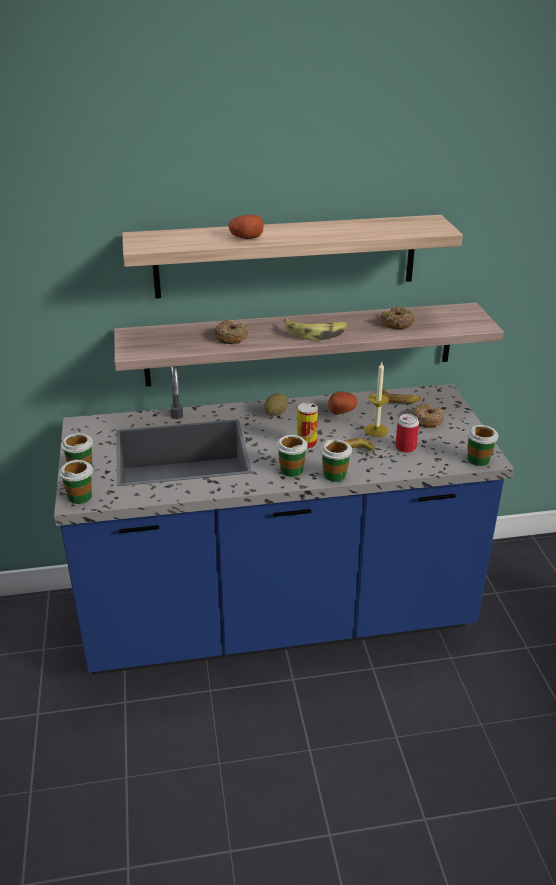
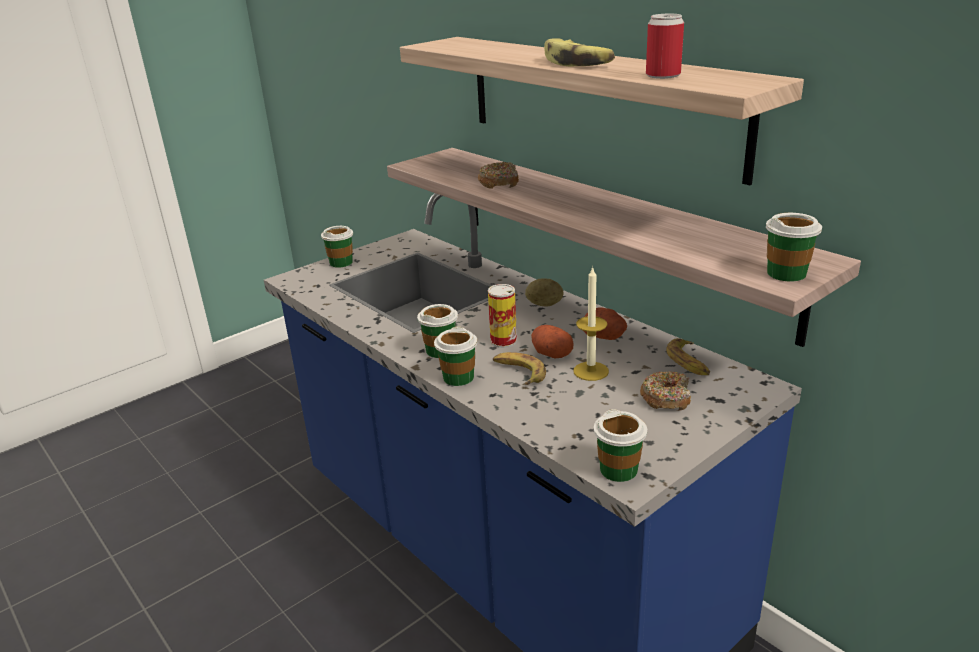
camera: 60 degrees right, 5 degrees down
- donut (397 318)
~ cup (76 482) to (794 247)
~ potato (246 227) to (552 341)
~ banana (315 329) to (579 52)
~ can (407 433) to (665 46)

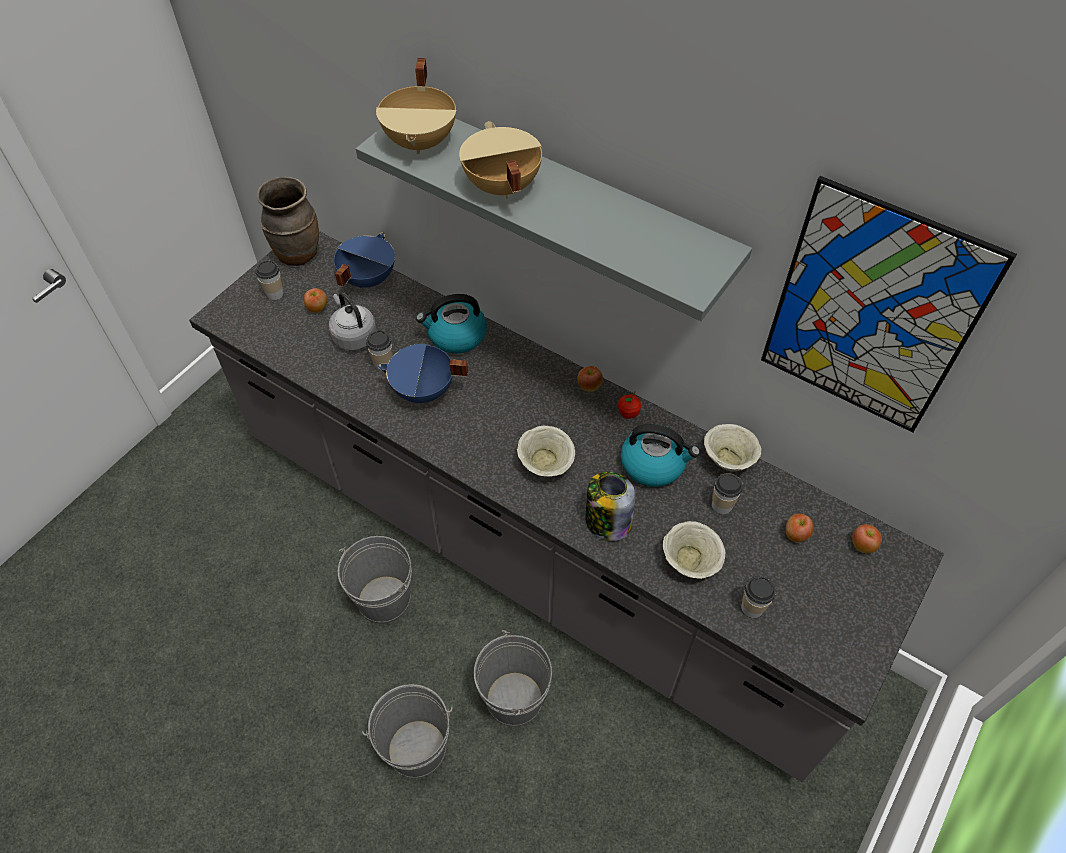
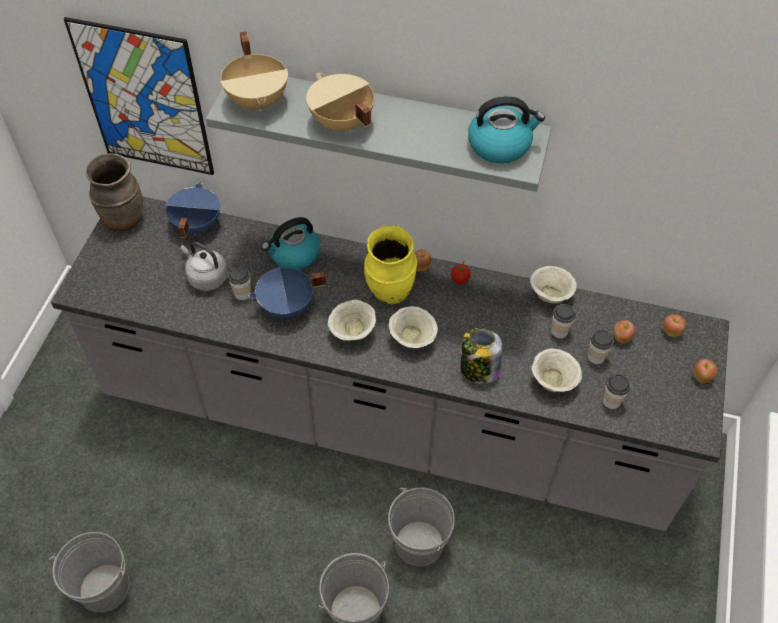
camera: 20 degrees left, 0 degrees up
+ bowl (beige) (352 320)
+ vase (yellow) (390 265)
~ cup (269 280) to (601 347)
~ apple (315 300) to (705 371)
~ bucket (grey) (375 580) to (89 572)
~ kettle (660 455) to (506 129)
~ picture (889 304) to (139 96)

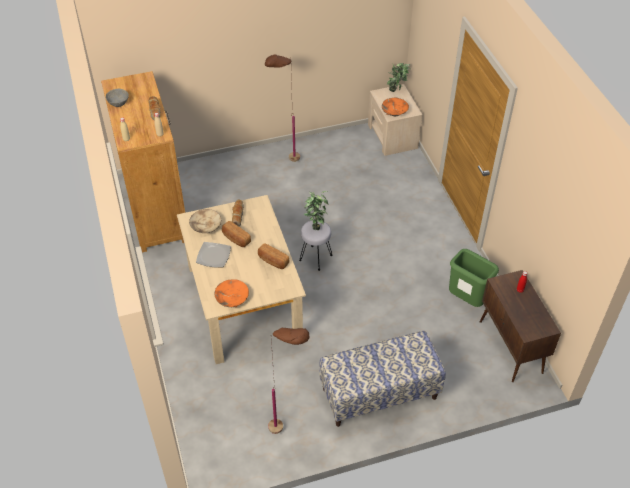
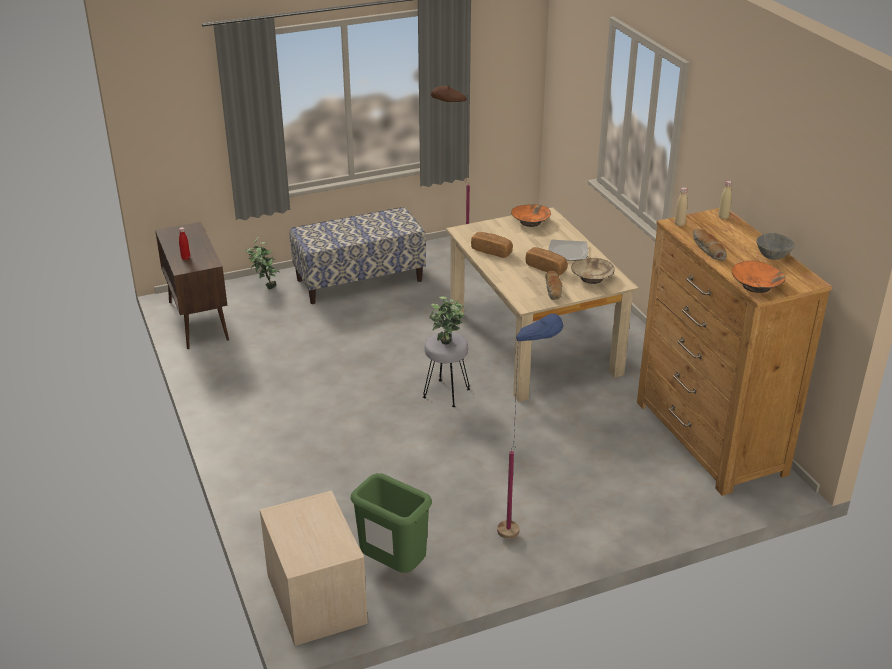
camera: 175 degrees right, 15 degrees down
~ bowl (orange) (395 107) to (759 277)
~ potted plant (399 77) to (263 262)
~ trash can (green) (474 278) to (391 522)
~ floor lamp (brown) (282 108) to floor lamp (blue) (530 426)

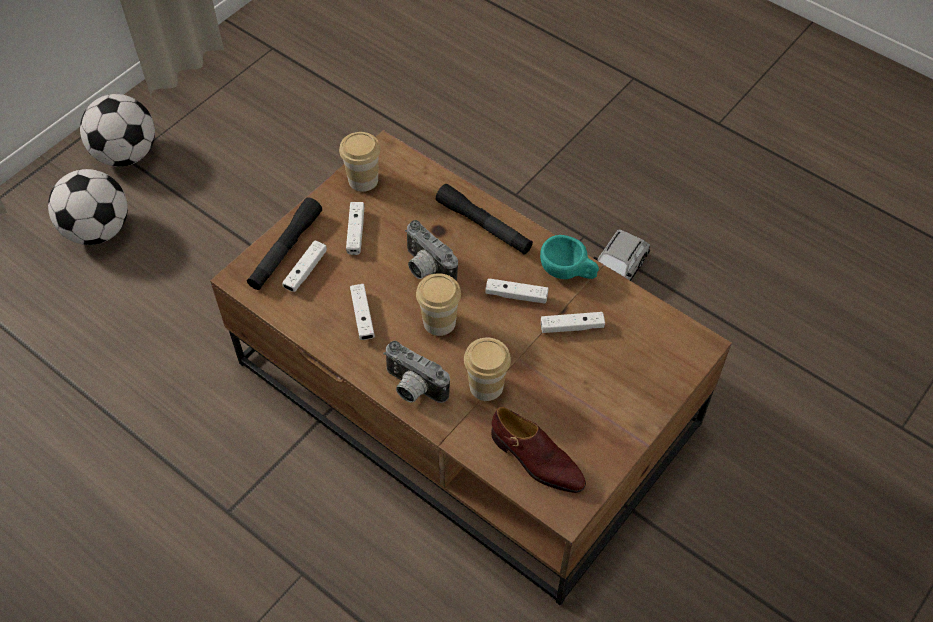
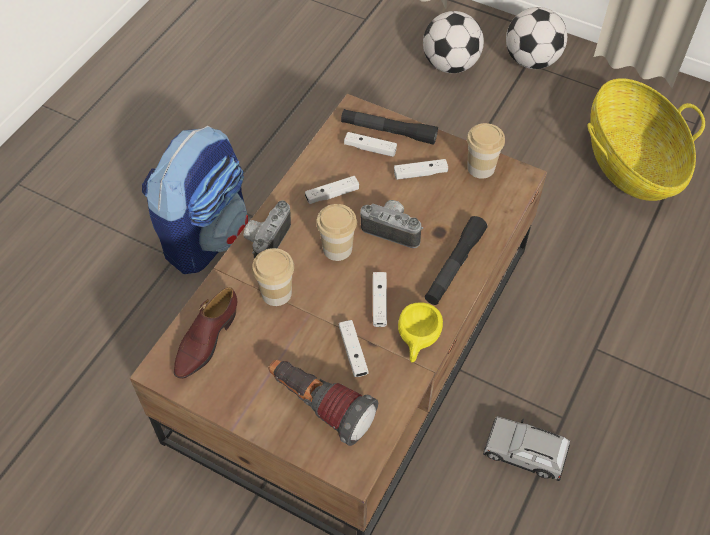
camera: 80 degrees right, 0 degrees up
+ backpack (195 200)
+ flashlight (323 402)
+ basket (646 139)
~ cup (turquoise) (569 257) to cup (yellow) (420 332)
~ photo camera (431 250) = (391 224) 75 degrees clockwise

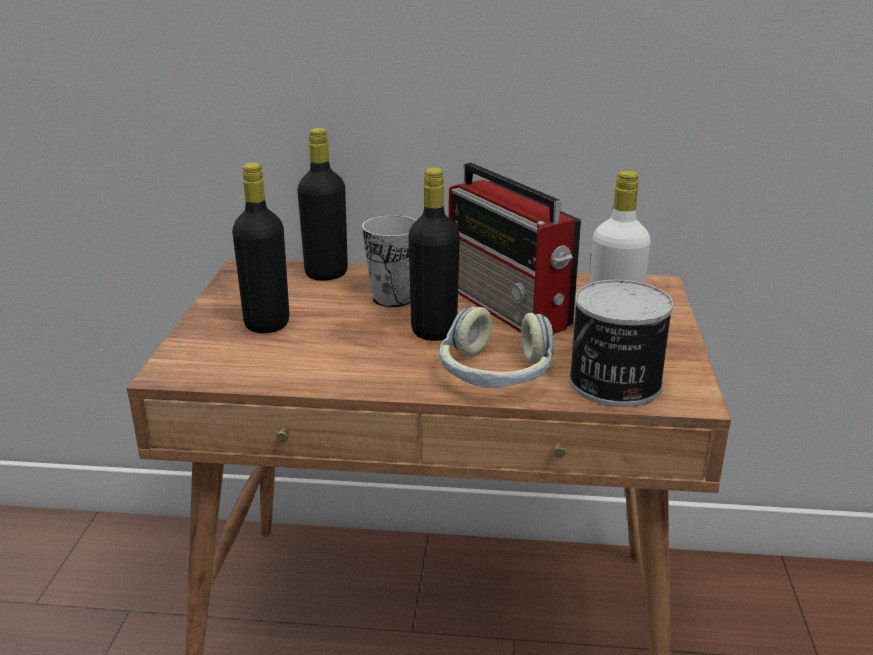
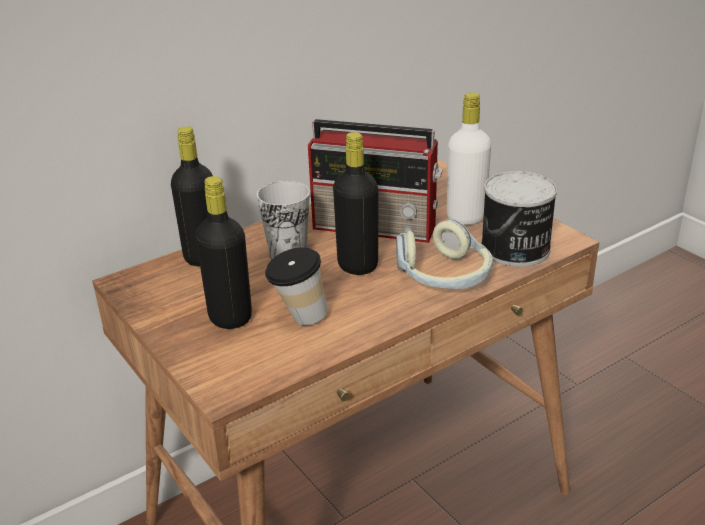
camera: 40 degrees left, 5 degrees up
+ cup (296 286)

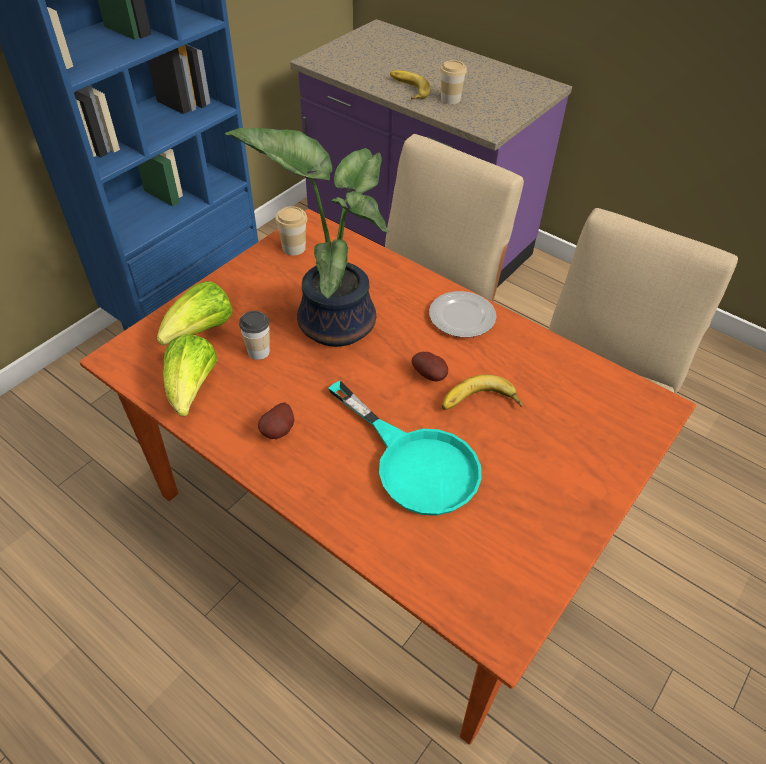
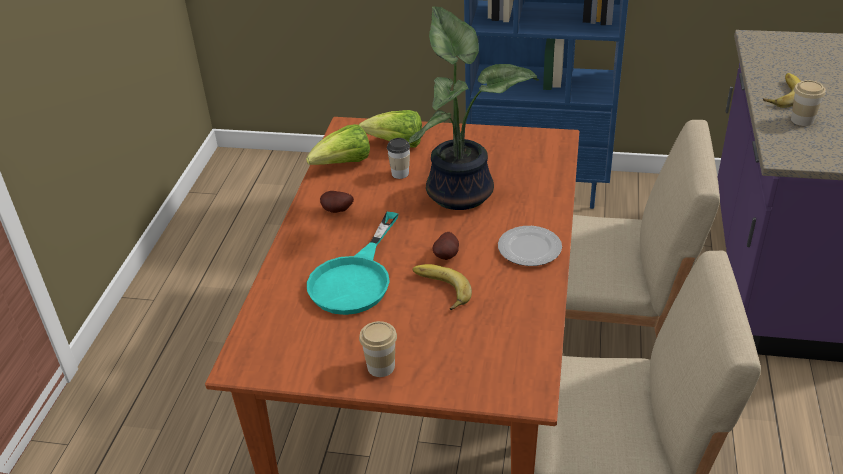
camera: 65 degrees right, 10 degrees down
~ cup (291 230) to (378 349)

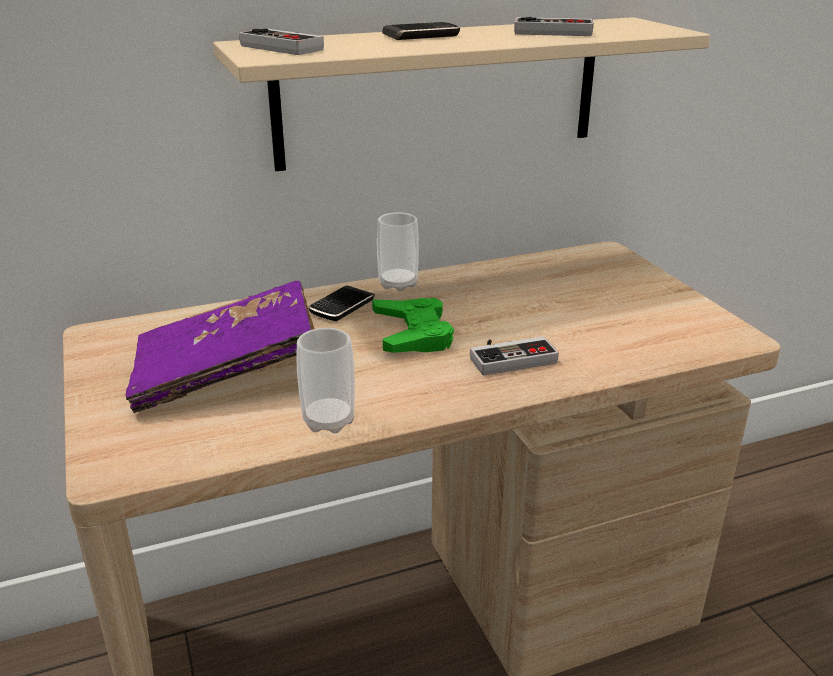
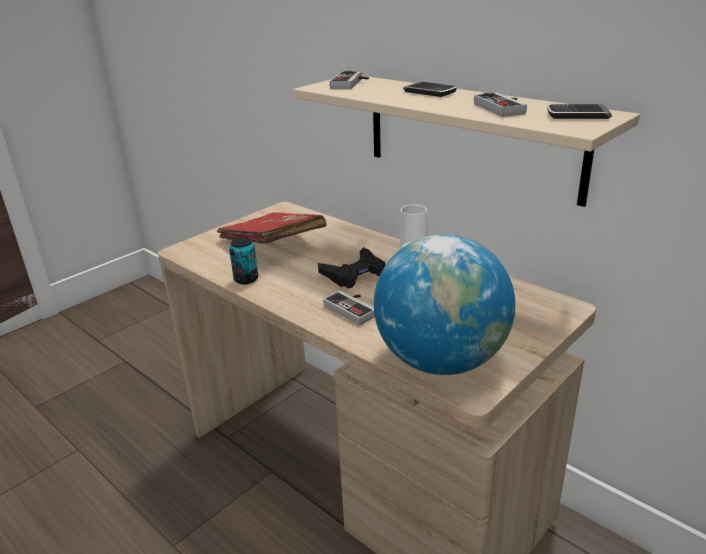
camera: 65 degrees right, 0 degrees up
+ globe (444 304)
~ phone (341 303) to (579 111)
~ cup (325 380) to can (243 260)
~ book (purple) (220 347) to book (red) (272 228)
~ game controller (green) (413 325) to game controller (black) (352 267)

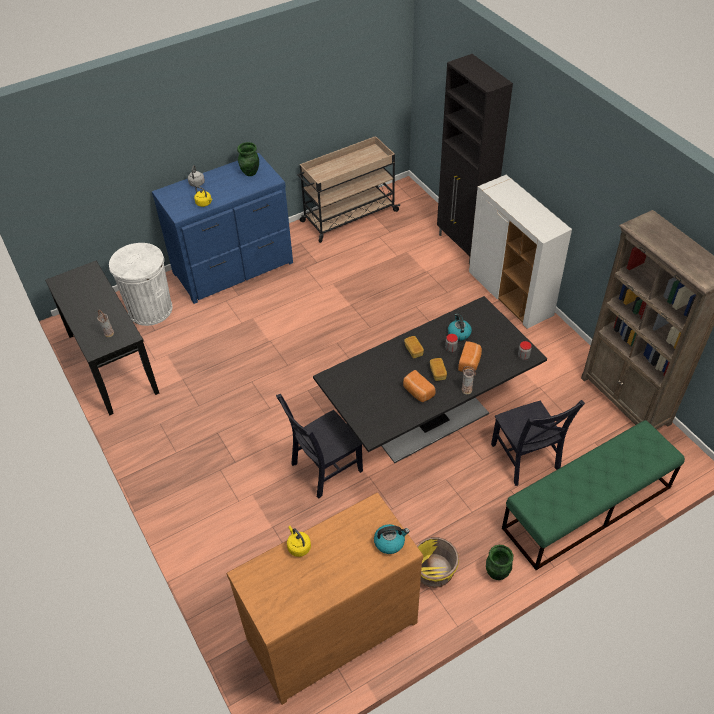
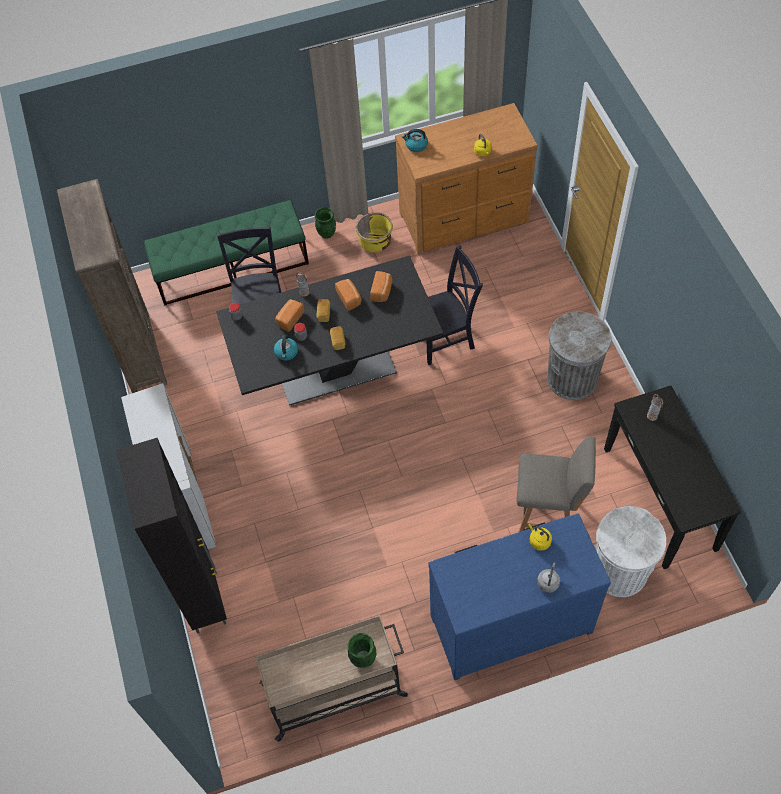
camera: 165 degrees left, 10 degrees up
+ bread (381 286)
+ stool (grey) (556 484)
+ trash can (grey) (579 355)
~ vase (green) (248 159) to (362 650)

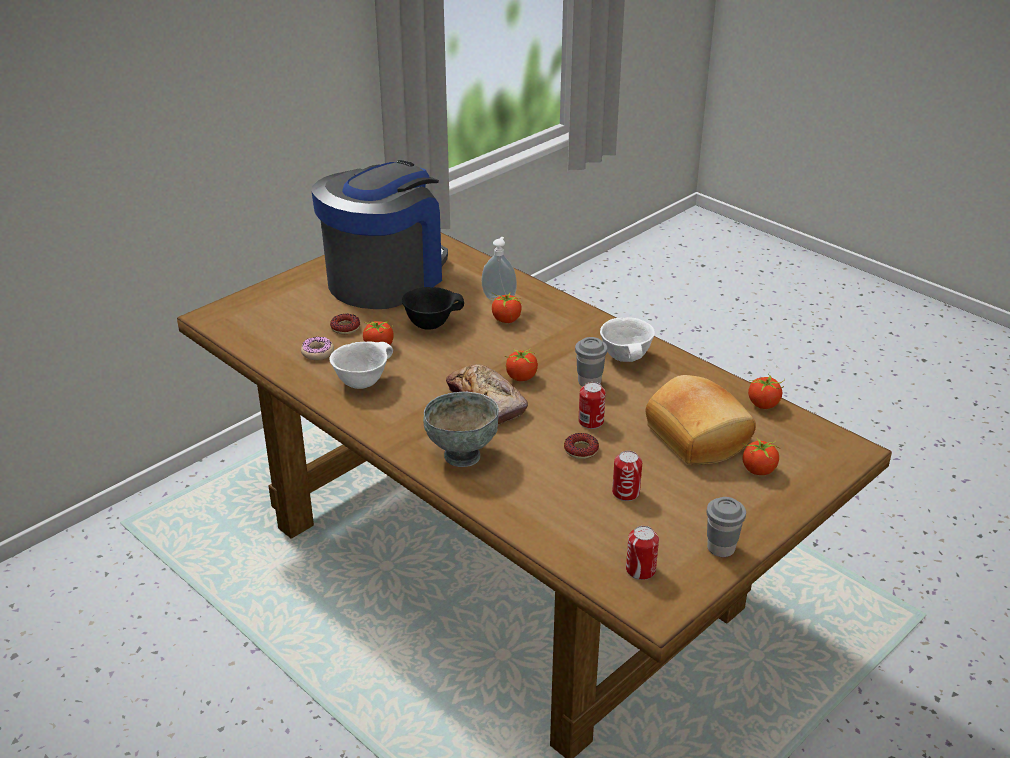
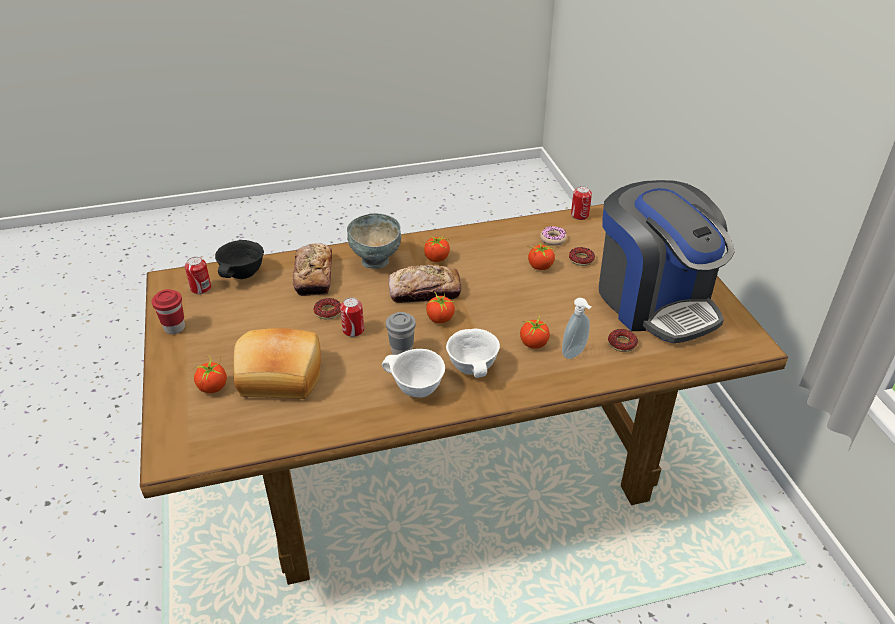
camera: 120 degrees right, 5 degrees up
+ bread (312 269)
+ donut (623 340)
~ bowl (white) (361 365) to (473 353)
~ bowl (black) (433 308) to (239 259)
~ can (627 476) to (581 203)
~ tomato (766 391) to (436 249)
~ cup (grey) (726 527) to cup (red) (168 311)

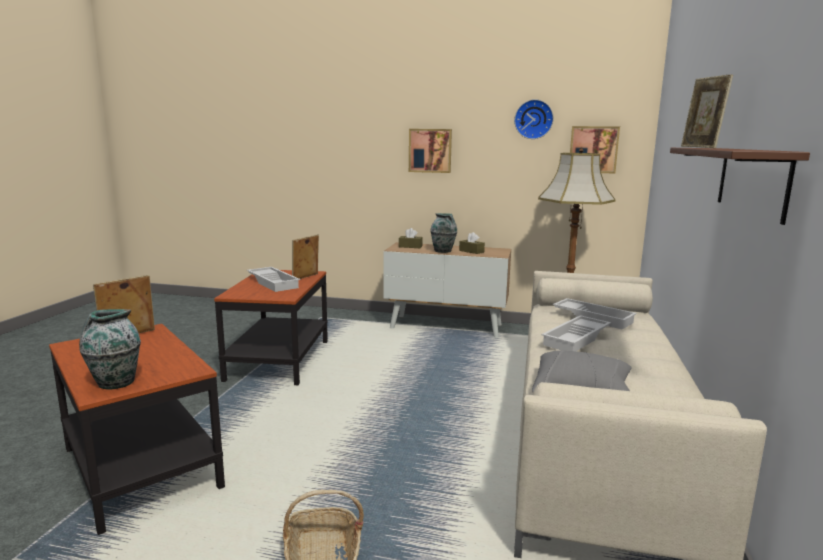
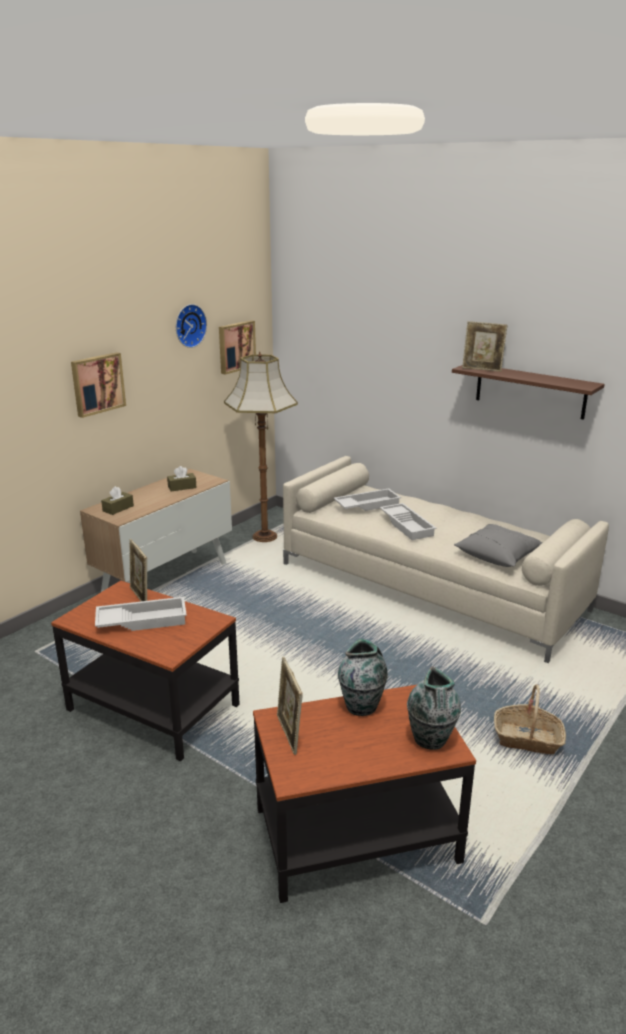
camera: 65 degrees left, 10 degrees up
~ vase (443 233) to (363 677)

